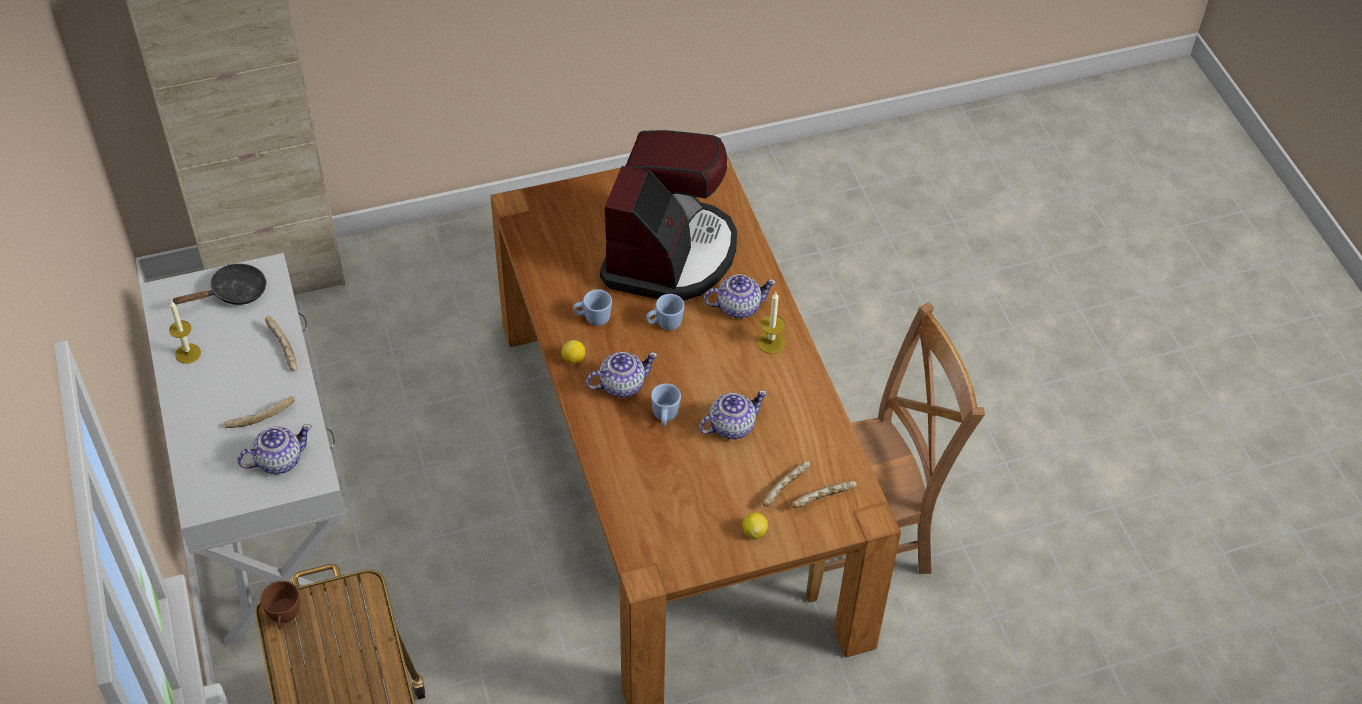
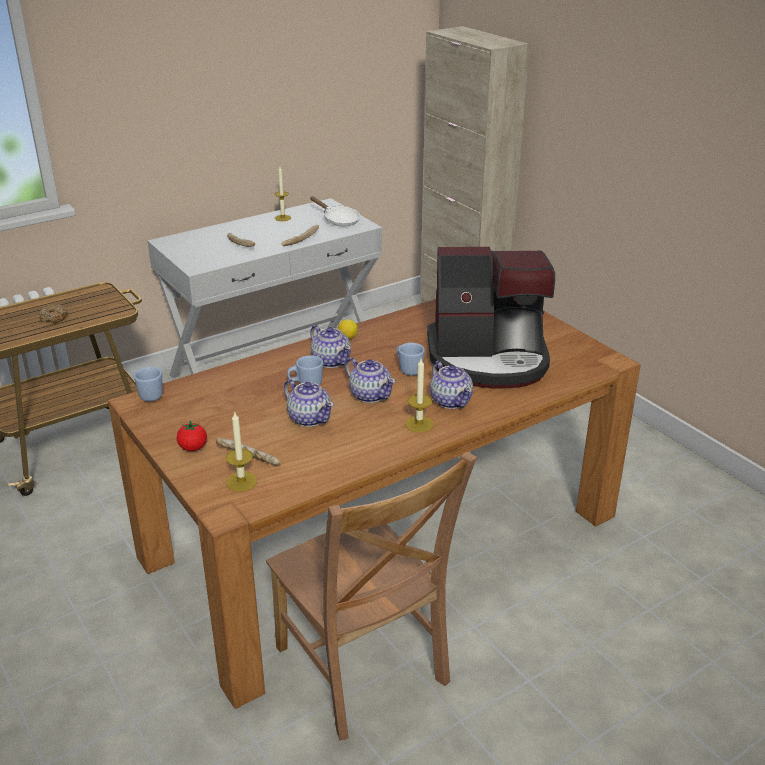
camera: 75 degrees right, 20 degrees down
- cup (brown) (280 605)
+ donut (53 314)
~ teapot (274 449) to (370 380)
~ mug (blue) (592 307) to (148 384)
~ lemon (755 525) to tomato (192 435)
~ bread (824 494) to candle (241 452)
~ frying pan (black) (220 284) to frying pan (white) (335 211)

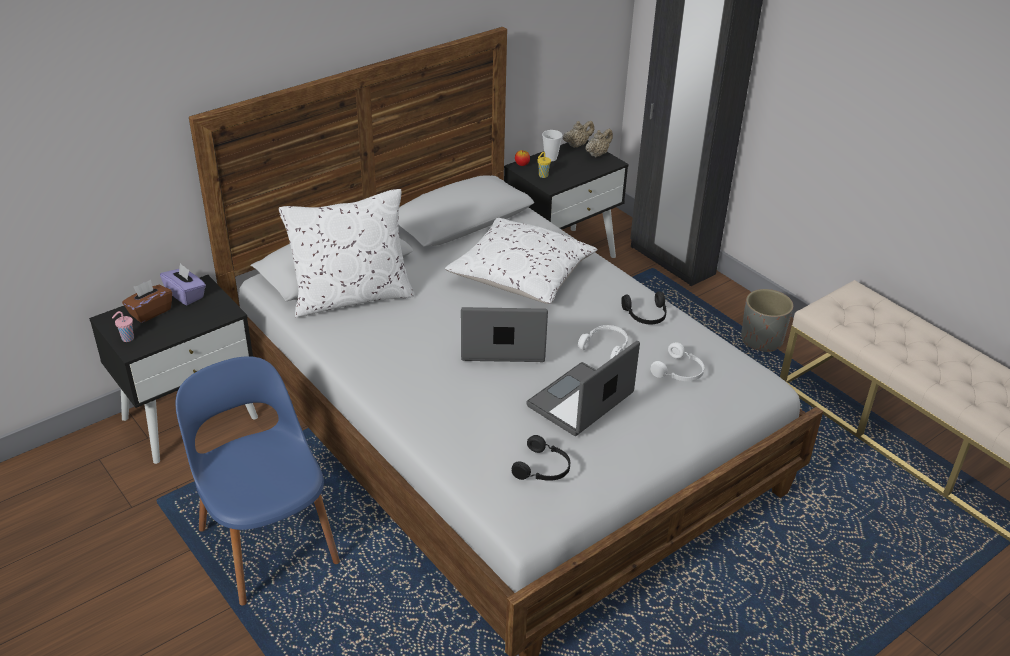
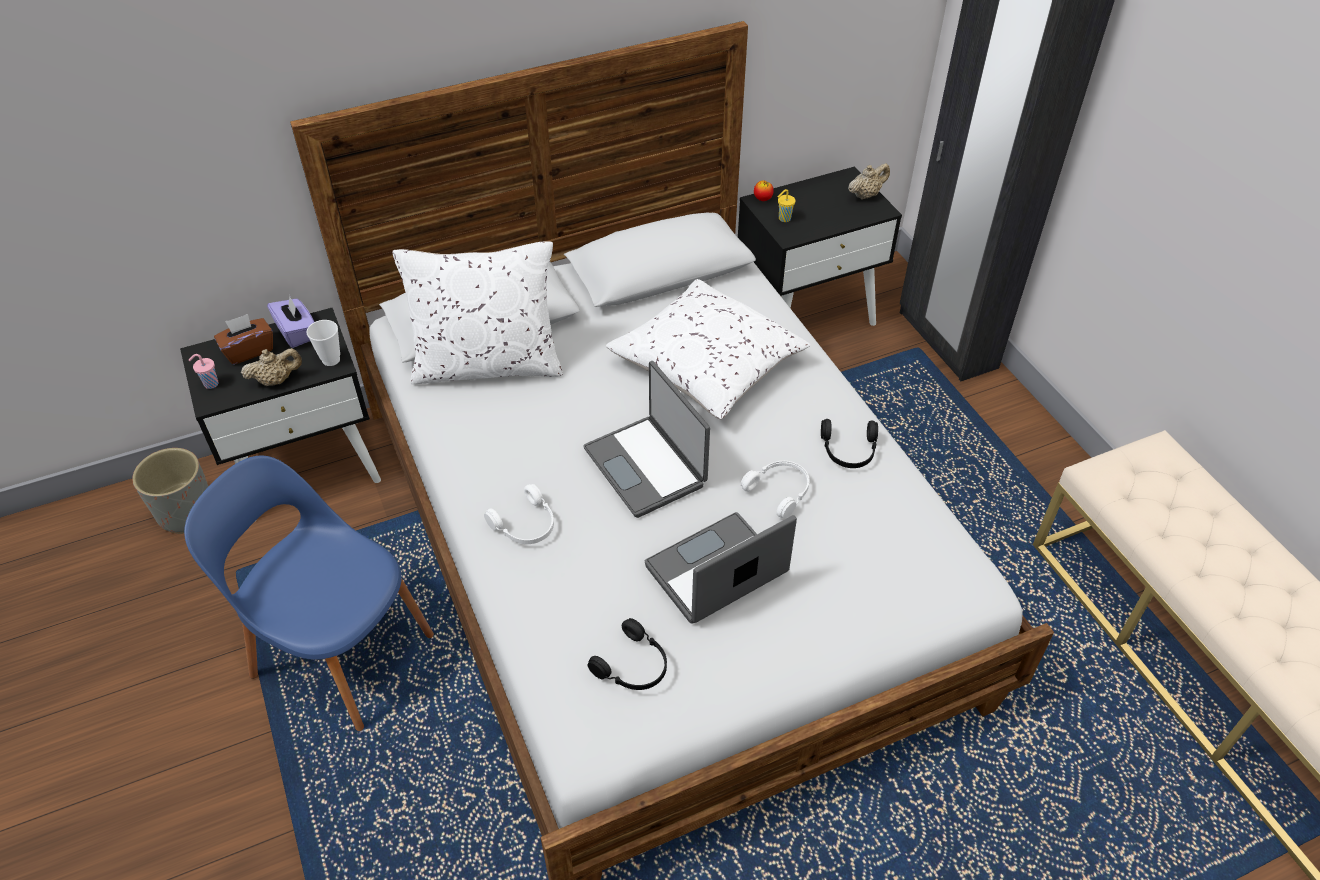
camera: 15 degrees right, 10 degrees up
~ cup (552 145) to (323 343)
~ teapot (beige) (578 134) to (271 367)
~ headphones (white) (677 361) to (519 514)
~ planter (grey) (767 320) to (170 491)
~ chair (blue) (258 481) = (309 593) 45 degrees counterclockwise
~ laptop (504 334) = (646 439) 135 degrees counterclockwise

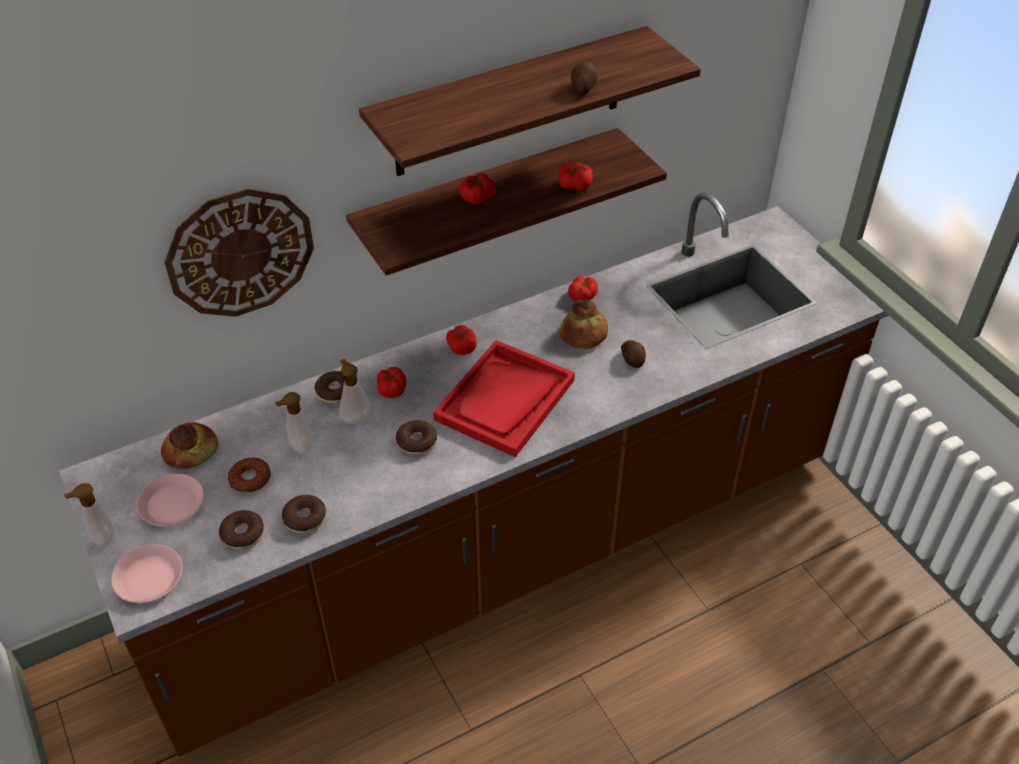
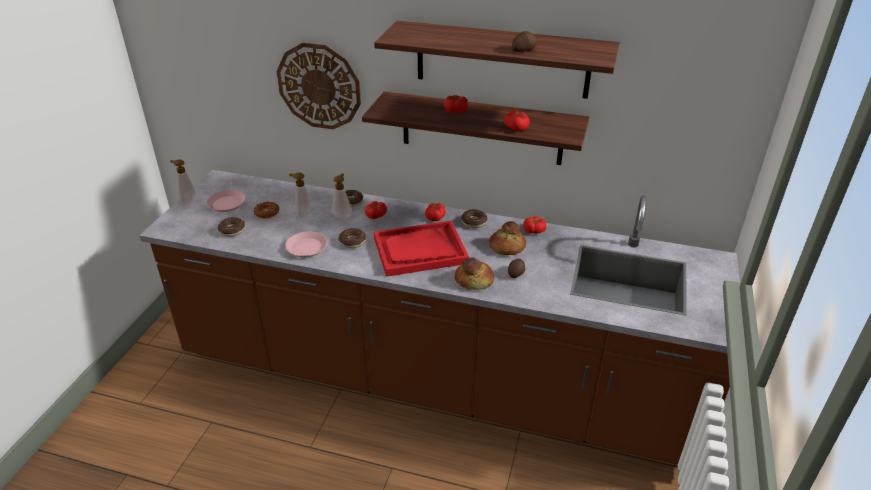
camera: 45 degrees right, 10 degrees down
~ plate (pink) (147 573) to (306 244)
~ bread (189 445) to (474 273)
~ donut (304 514) to (474 218)

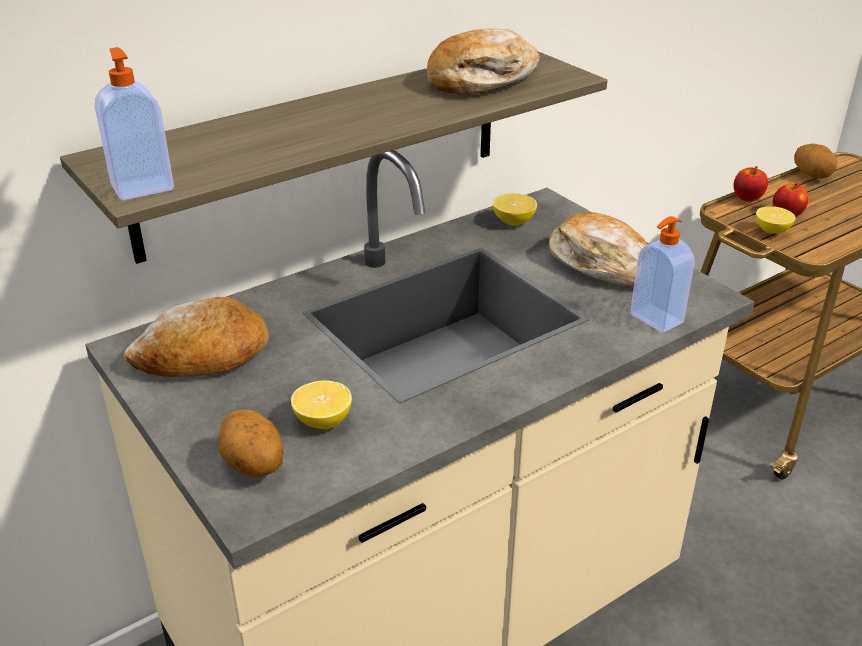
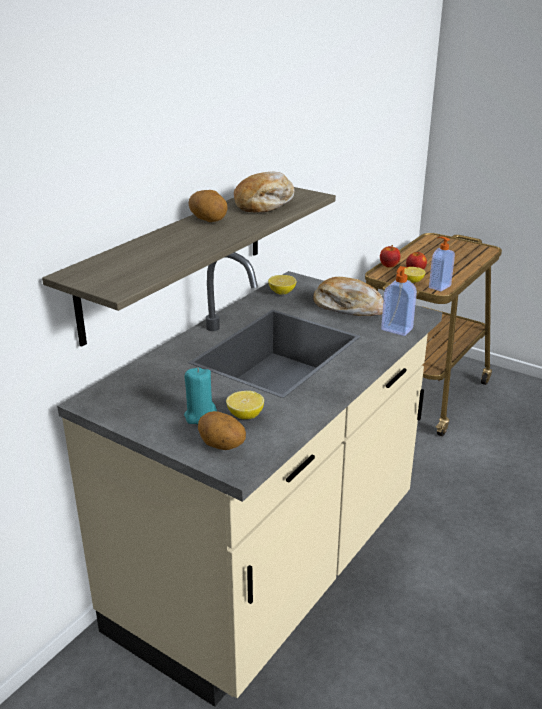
camera: 20 degrees left, 5 degrees down
- bread (196 337)
+ candle (turquoise) (200 396)
~ soap dispenser (134 124) to (442 264)
~ potato (816 161) to (208 206)

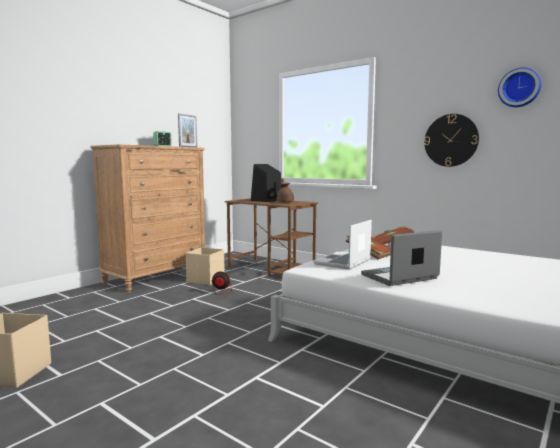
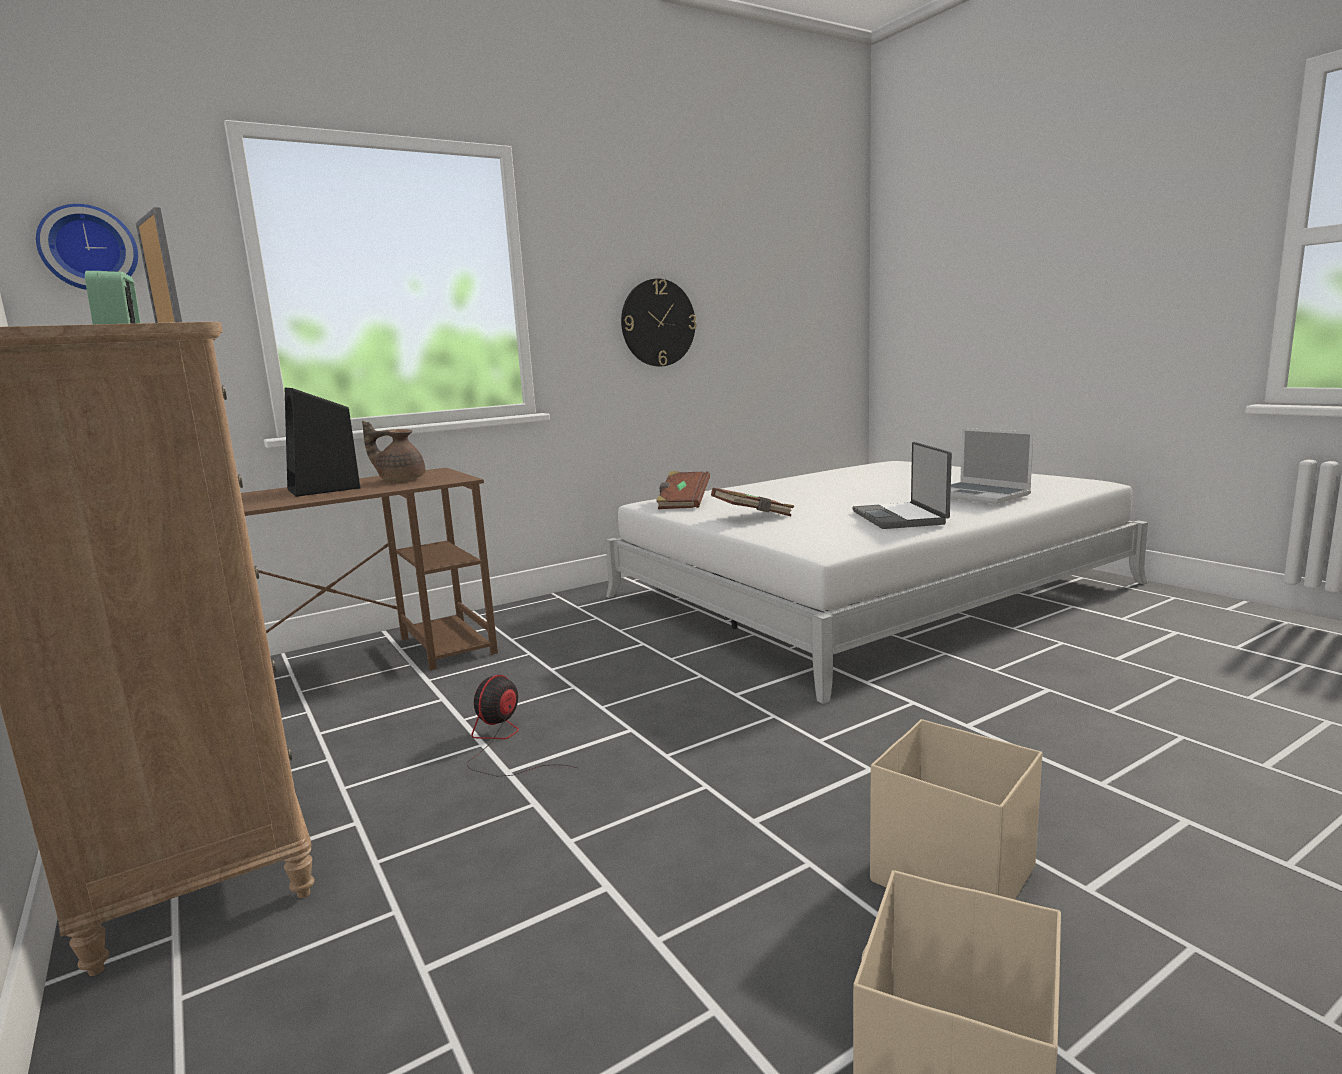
camera: 70 degrees left, 5 degrees up
~ storage box (beige) (205 266) to (956 809)
~ laptop (343 245) to (992 466)
~ wall clock (520 87) to (87 247)

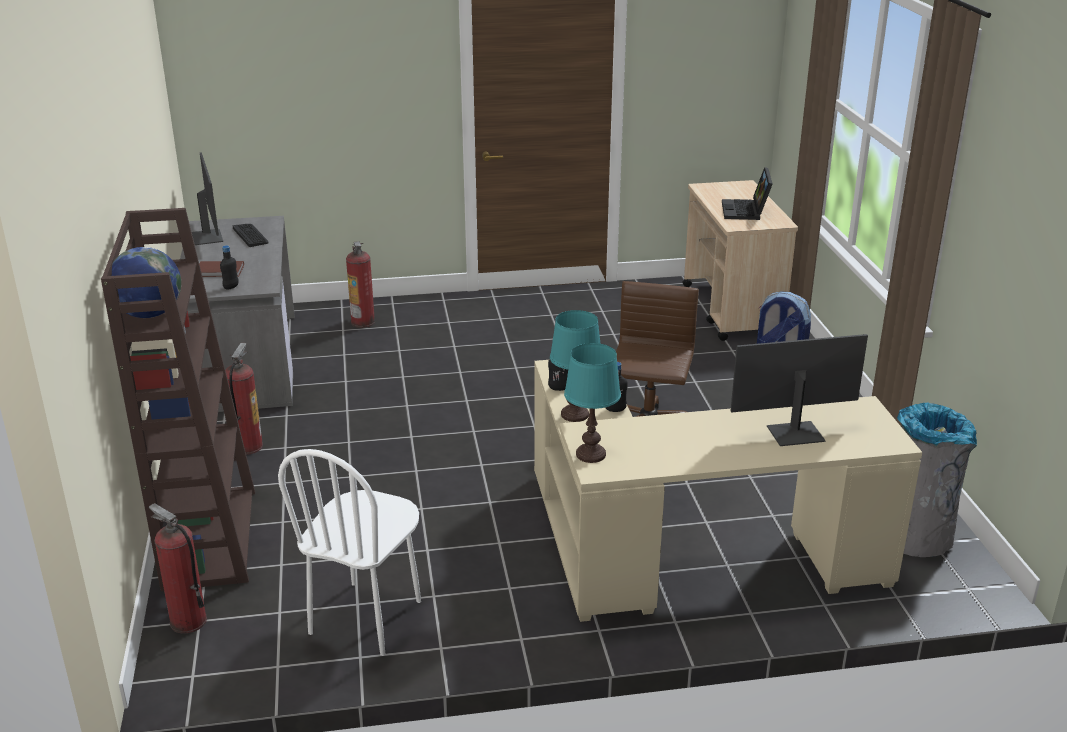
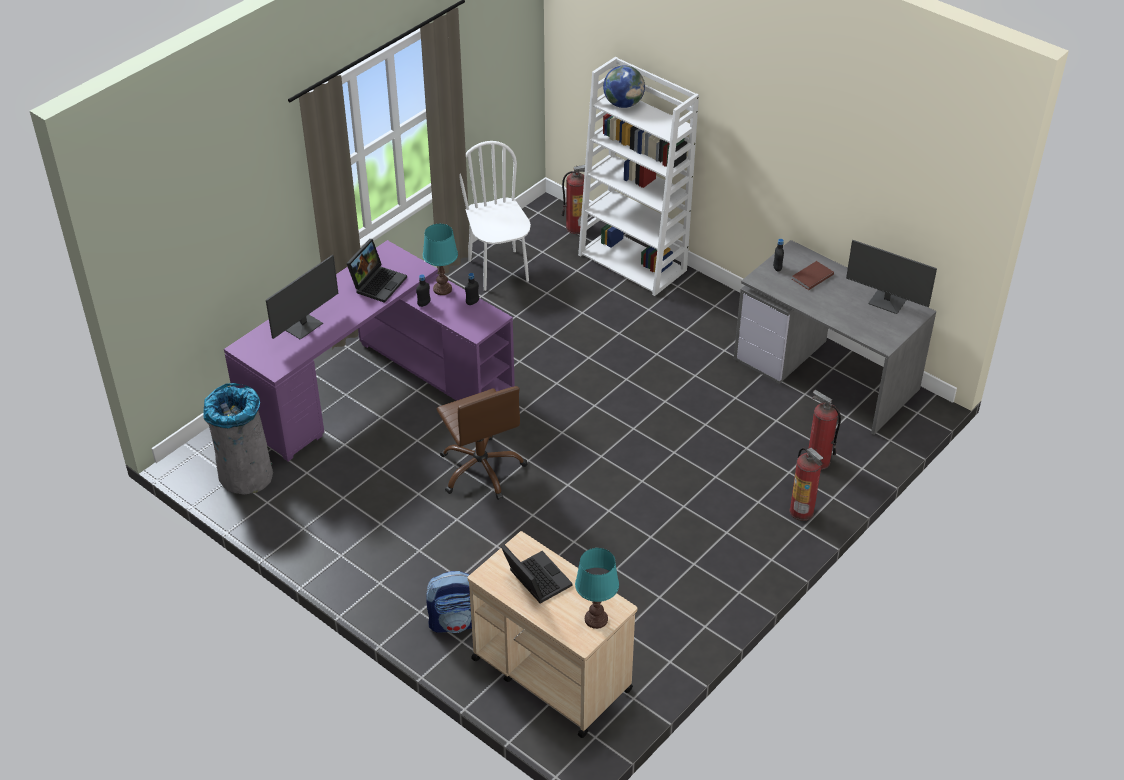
camera: 140 degrees right, 15 degrees up
- keyboard (251 235)
+ laptop (376 271)
~ fire extinguisher (244 399) to (807 484)
~ table lamp (turquoise) (592 403) to (597 588)
~ bookcase (brown) (178 399) to bookcase (white) (638 176)
~ desk (beige) (728 491) to desk (purple) (369 350)

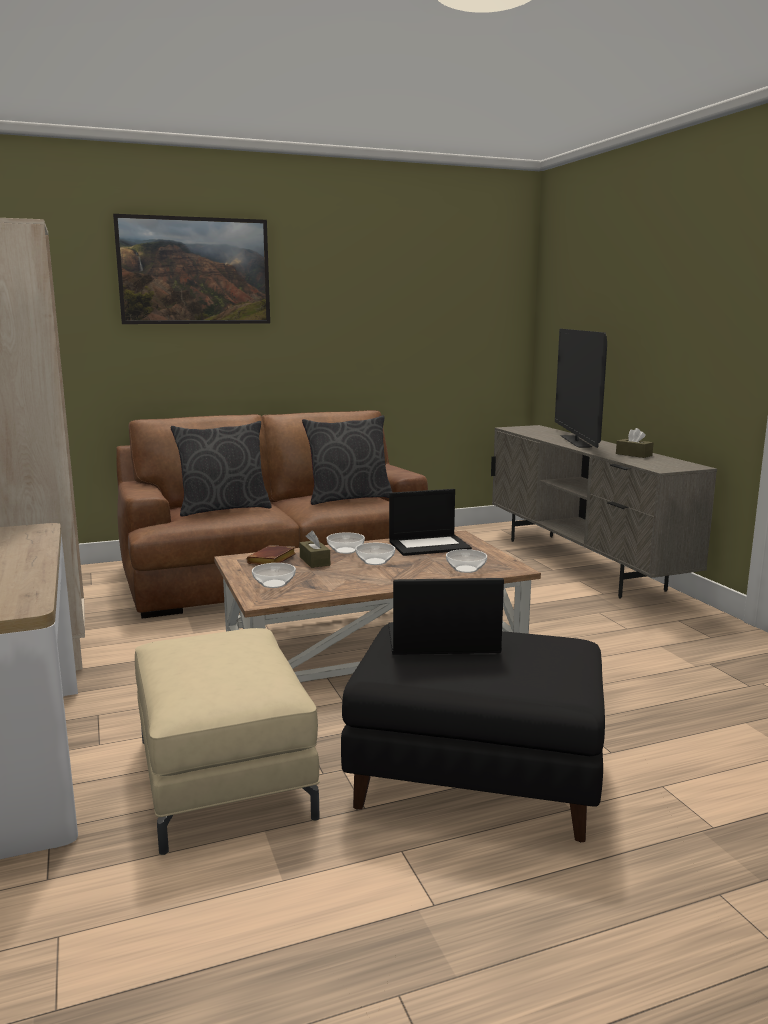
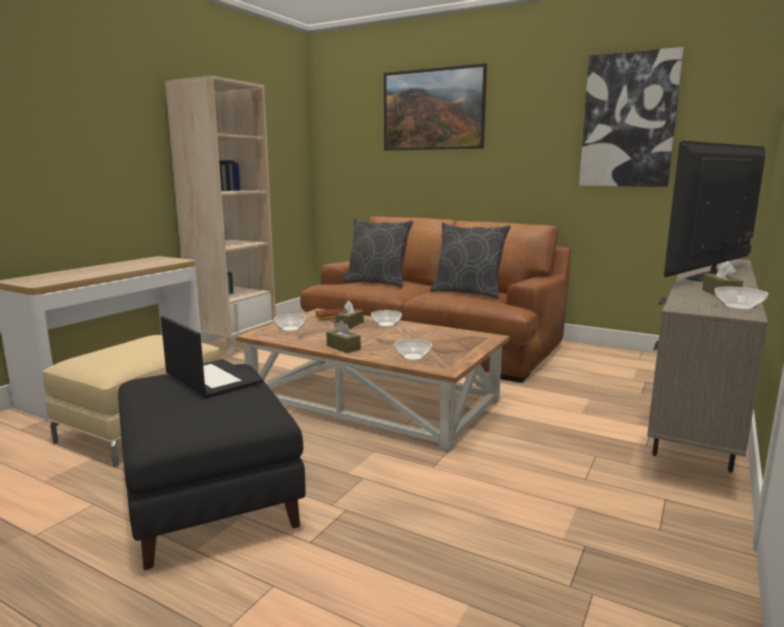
camera: 50 degrees right, 0 degrees up
- laptop (430 522)
+ tissue box (brown) (343 336)
+ picture (631 117)
~ bowl (375 554) to (741 298)

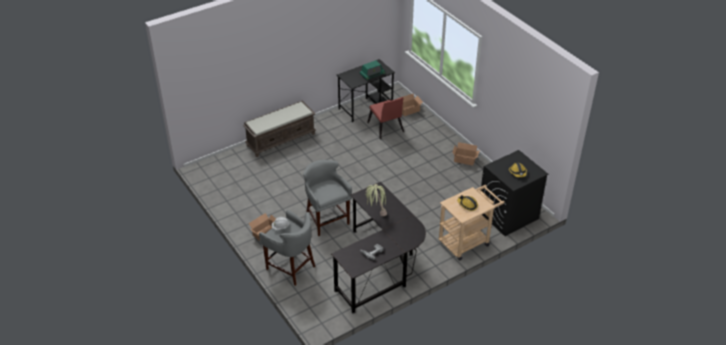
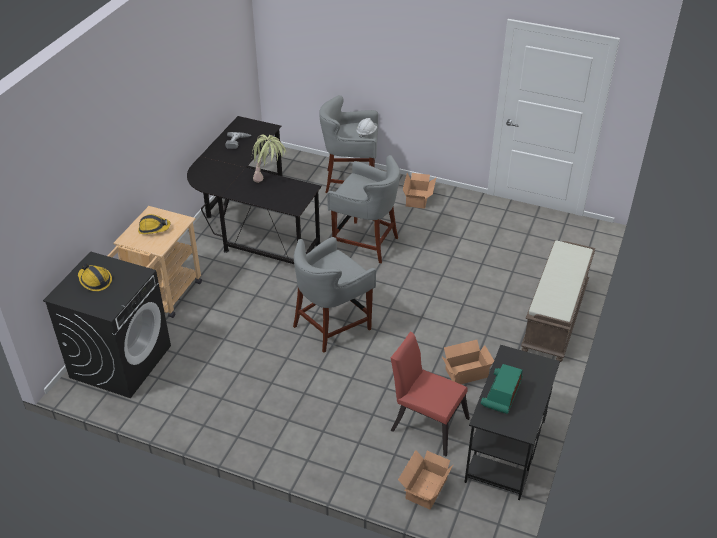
camera: 145 degrees right, 0 degrees up
+ stool (grey) (334 295)
~ cardboard box (466 154) to (467 362)

